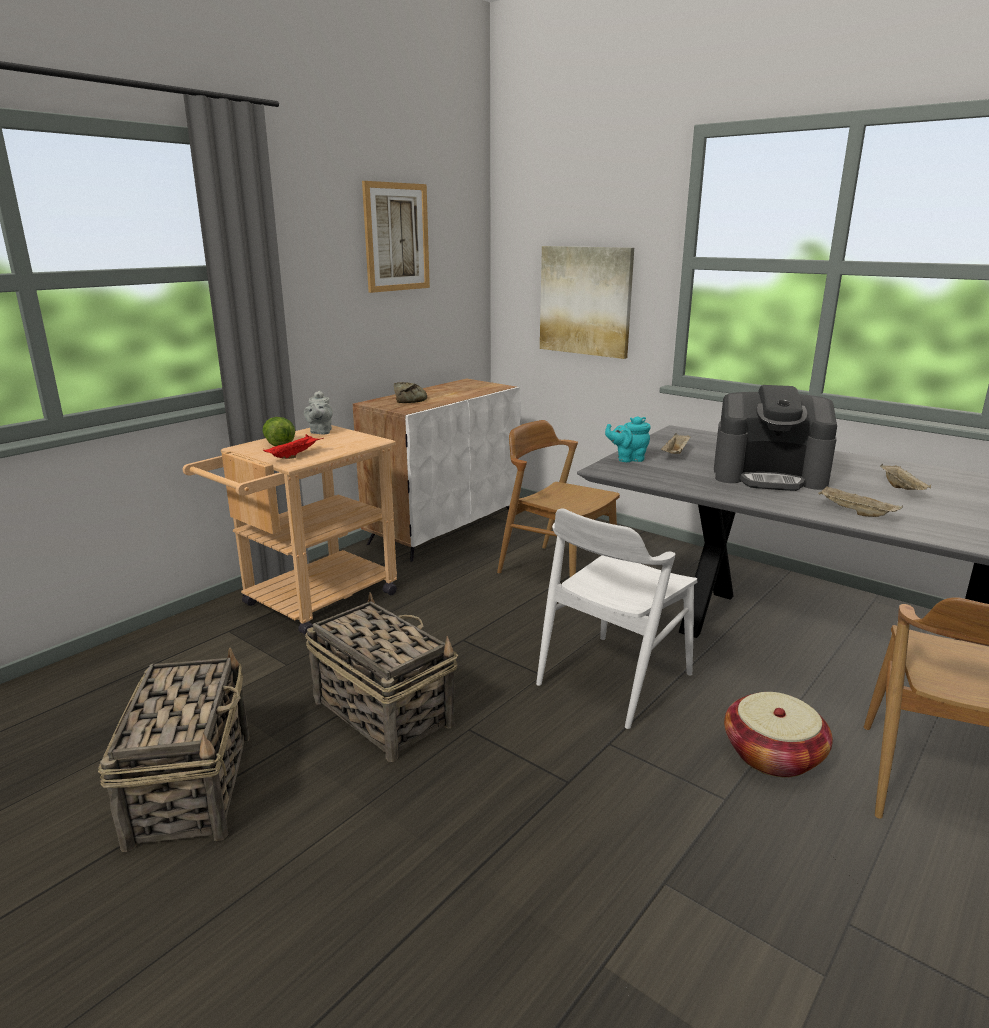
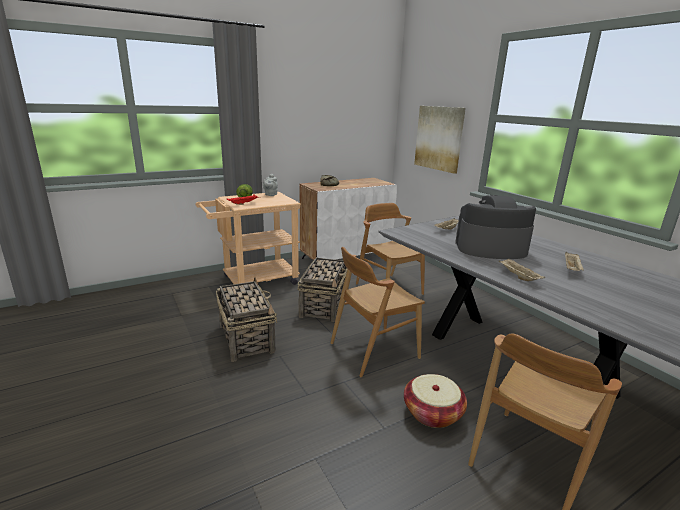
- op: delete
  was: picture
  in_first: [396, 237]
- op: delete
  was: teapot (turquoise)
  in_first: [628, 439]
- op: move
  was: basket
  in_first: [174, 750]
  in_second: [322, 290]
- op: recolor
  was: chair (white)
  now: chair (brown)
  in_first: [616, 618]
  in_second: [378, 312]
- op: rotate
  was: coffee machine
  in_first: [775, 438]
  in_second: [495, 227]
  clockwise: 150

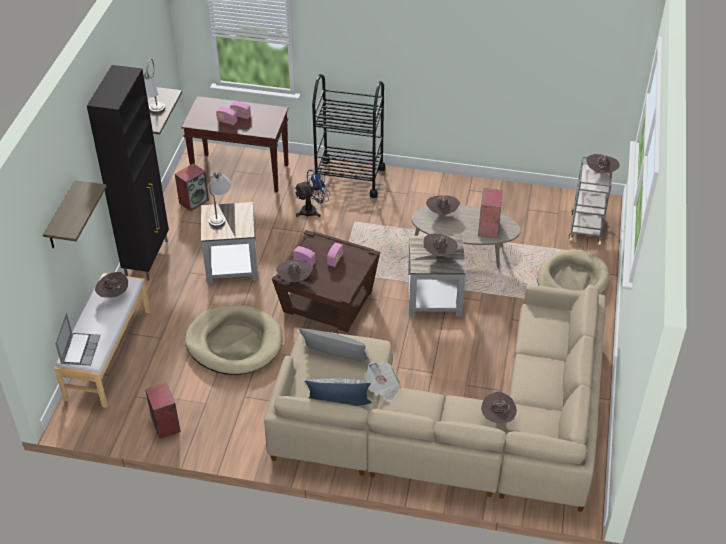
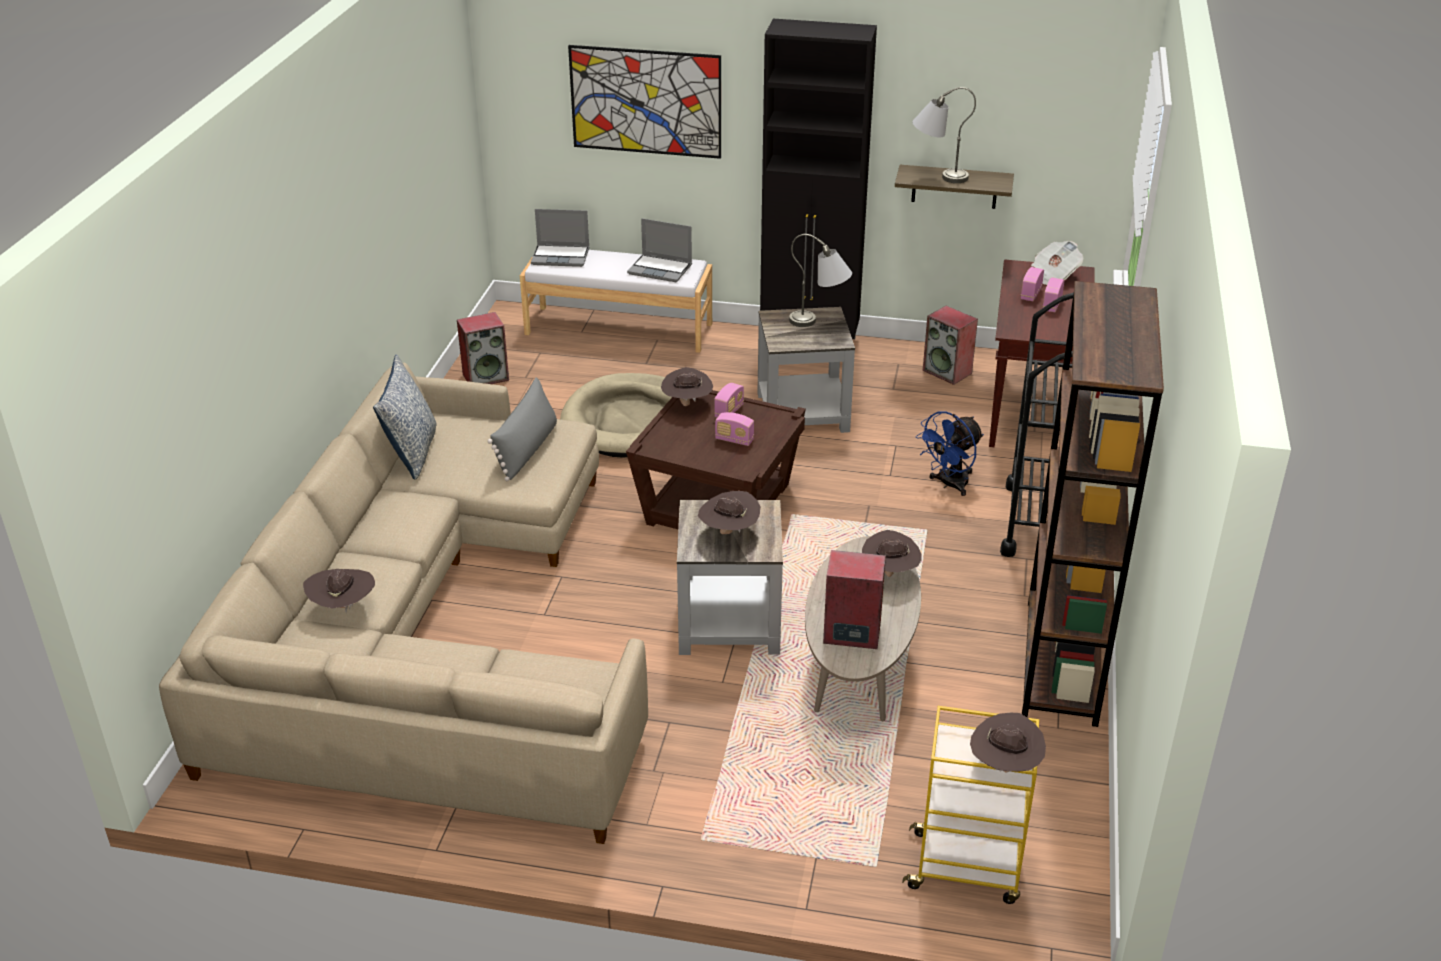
- op: delete
  was: dog bed (beige)
  in_first: [573, 272]
- op: insert
  now: bookcase (brown)
  in_second: [1093, 504]
- op: move
  was: newspaper
  in_first: [382, 381]
  in_second: [1057, 263]
- op: replace
  was: shelf
  now: picture
  in_first: [75, 214]
  in_second: [644, 102]
- op: replace
  was: hat (brown)
  now: laptop
  in_first: [111, 285]
  in_second: [659, 250]
- op: recolor
  was: cart (grey)
  now: cart (yellow)
  in_first: [590, 200]
  in_second: [970, 805]
- op: rotate
  was: fan (blue)
  in_first: [312, 192]
  in_second: [950, 453]
  clockwise: 75

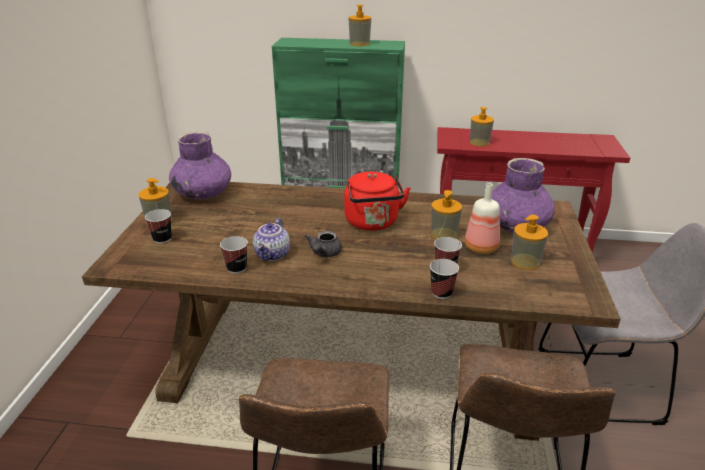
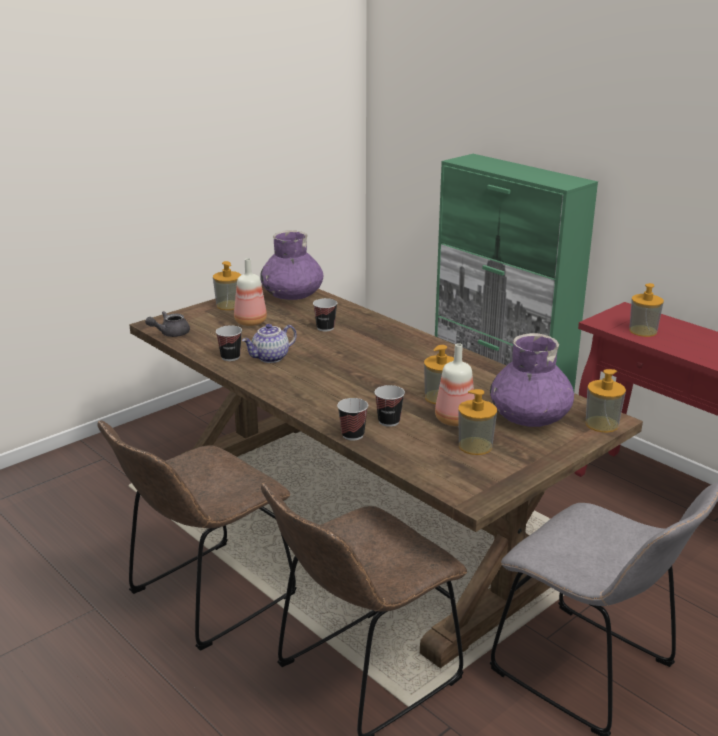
- op: delete
  was: kettle (red)
  in_first: [377, 201]
- op: insert
  now: bottle
  in_second: [250, 292]
- op: move
  was: cup
  in_first: [158, 226]
  in_second: [325, 314]
- op: move
  was: teapot (grey)
  in_first: [323, 244]
  in_second: [167, 324]
- op: move
  was: soap dispenser
  in_first: [359, 25]
  in_second: [606, 400]

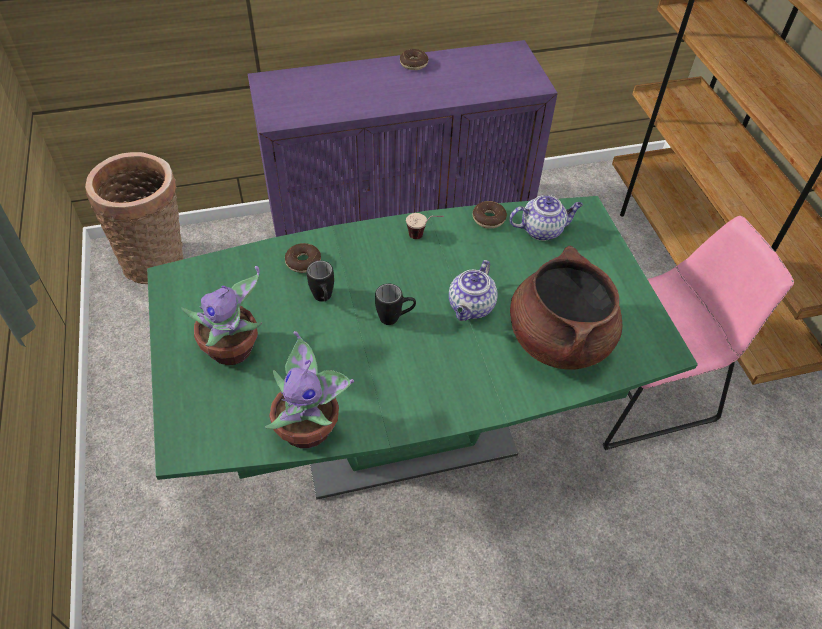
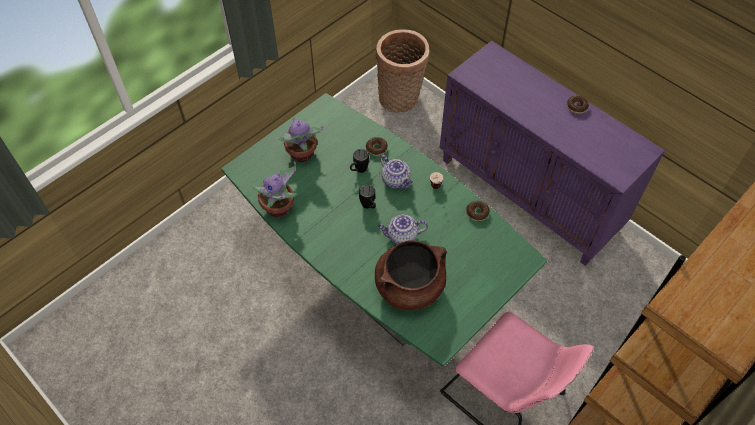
- op: move
  was: teapot
  in_first: [546, 218]
  in_second: [396, 172]

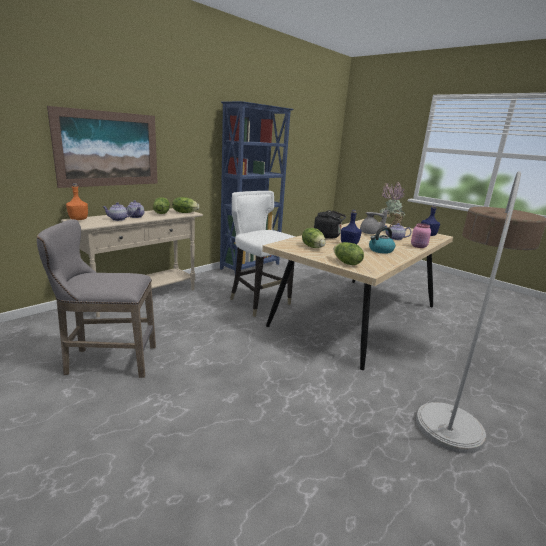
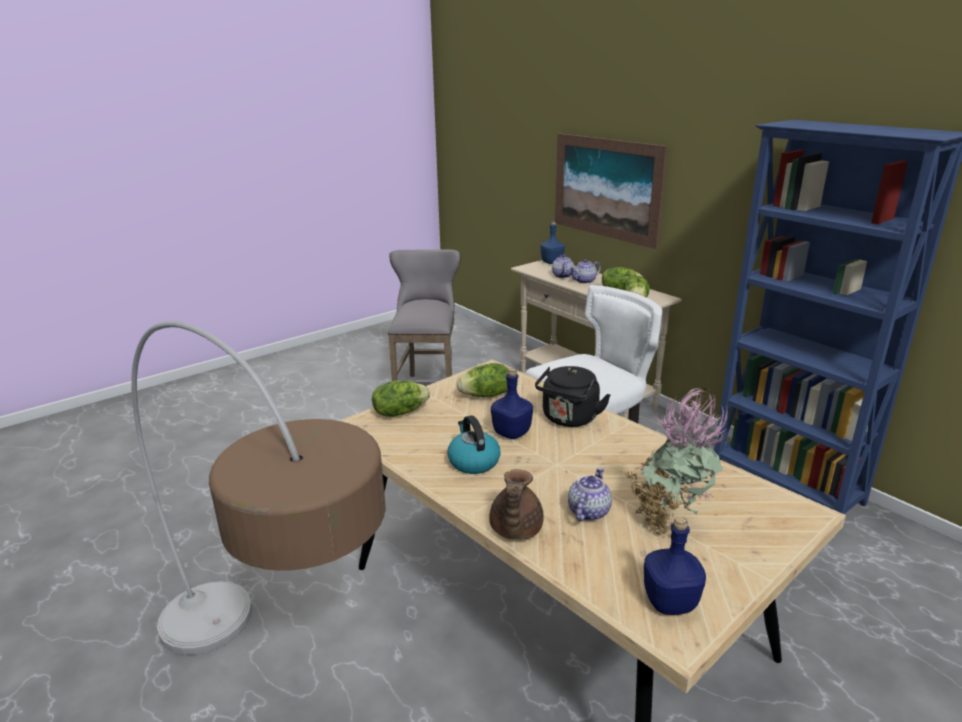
- op: delete
  was: teapot (grey)
  in_first: [374, 221]
- op: replace
  was: jar (pink)
  now: teapot (brown)
  in_first: [421, 235]
  in_second: [516, 504]
- op: recolor
  was: bottle (orange)
  now: bottle (blue)
  in_first: [77, 201]
  in_second: [552, 242]

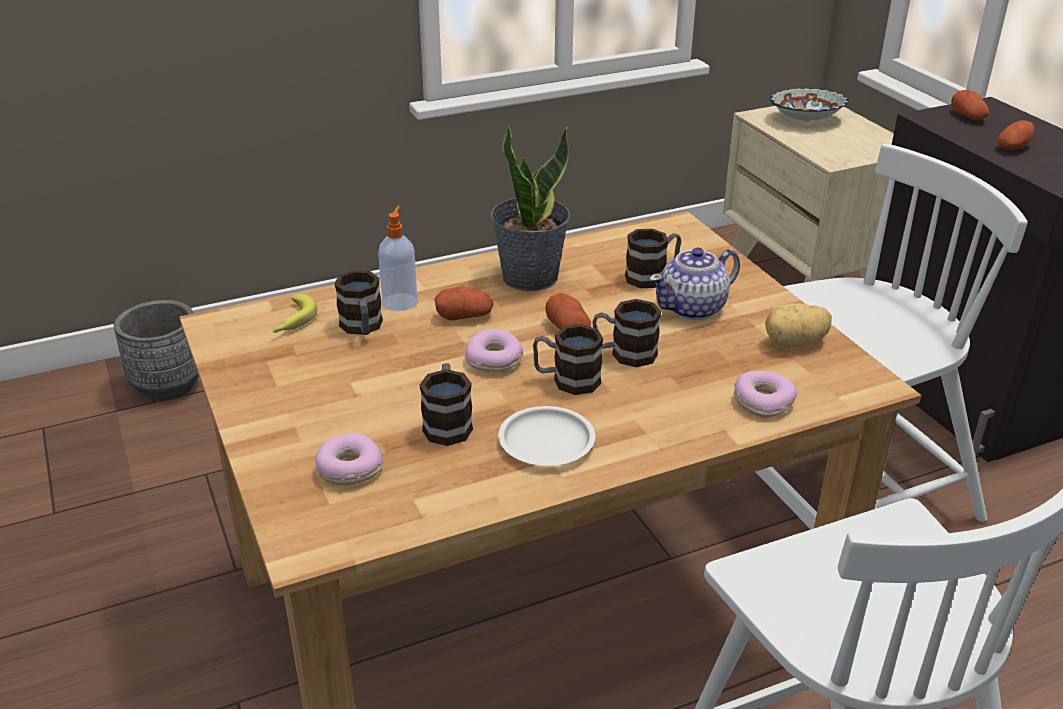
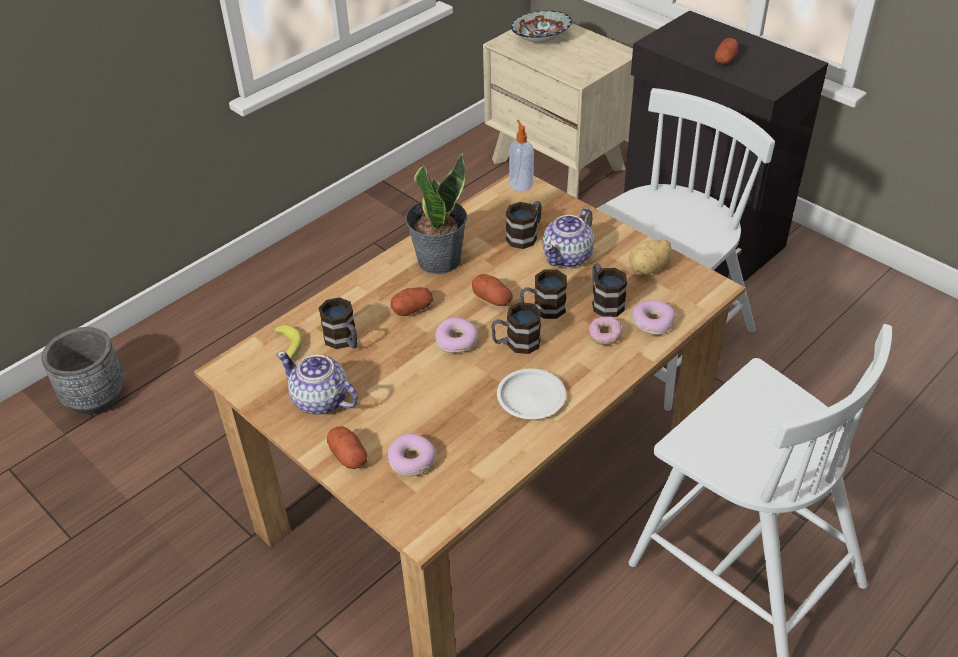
- op: insert
  now: teapot
  in_second: [317, 383]
- op: insert
  now: donut
  in_second: [605, 330]
- op: move
  was: soap dispenser
  in_first: [397, 258]
  in_second: [521, 155]
- op: move
  was: mug
  in_first: [446, 404]
  in_second: [610, 290]
- op: move
  was: potato
  in_first: [970, 105]
  in_second: [347, 447]

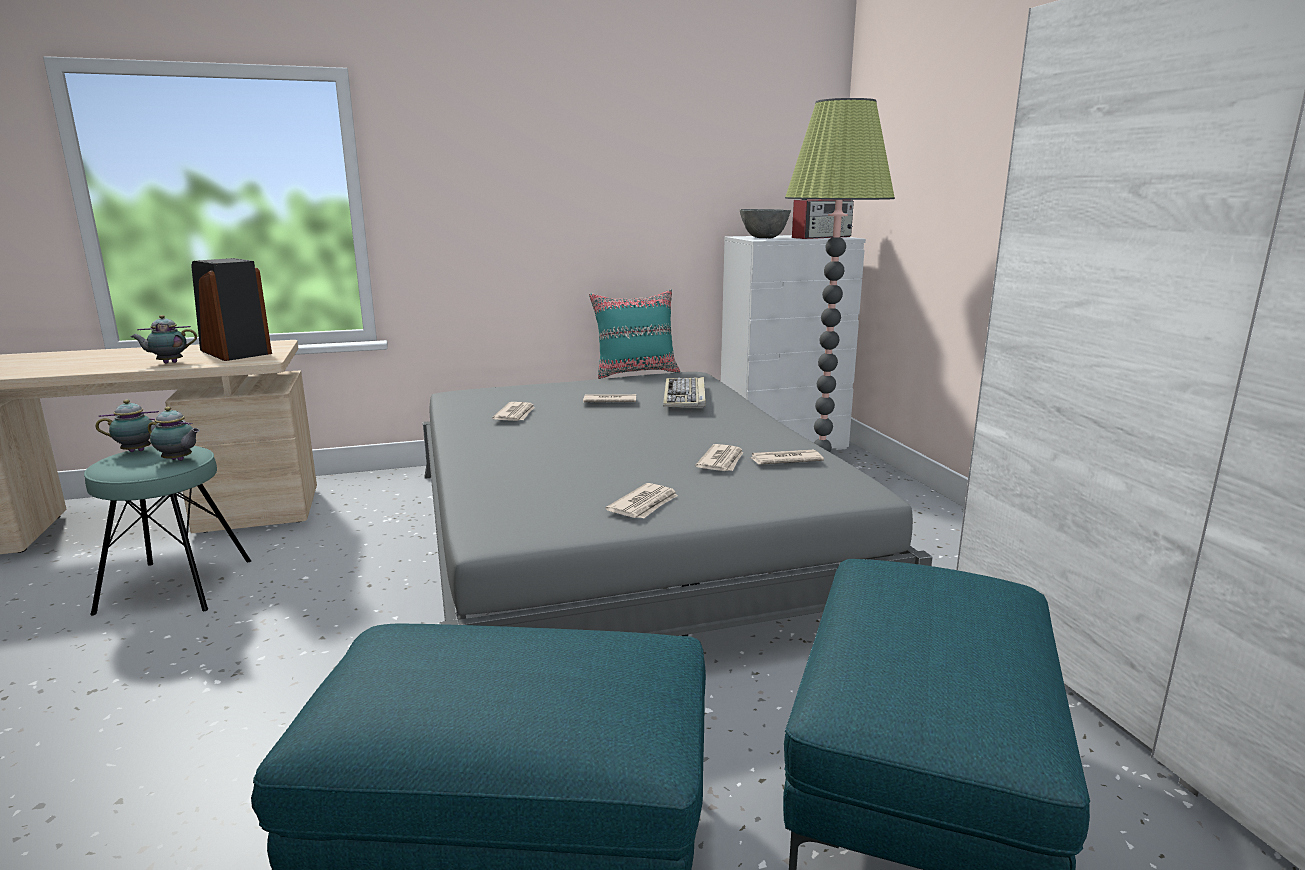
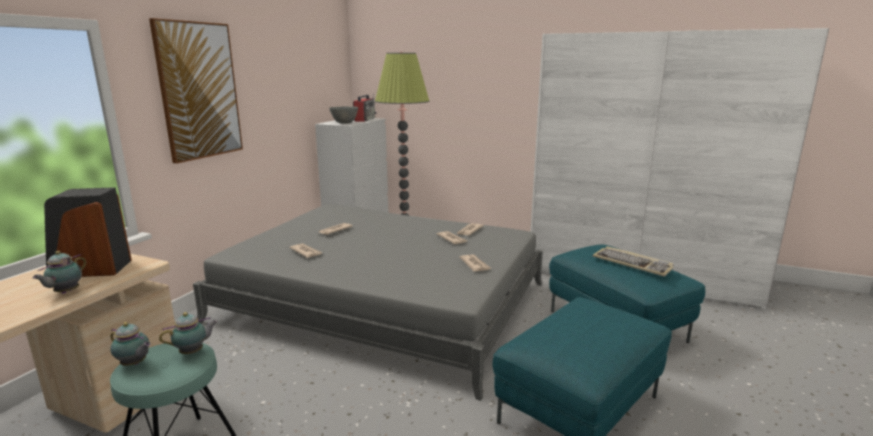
- op: delete
  was: pillow (turquoise)
  in_first: [634, 334]
- op: insert
  now: picture
  in_second: [196, 91]
- op: move
  was: keyboard
  in_first: [684, 392]
  in_second: [633, 261]
- op: rotate
  was: teapot
  in_first: [127, 425]
  in_second: [130, 344]
  clockwise: 90

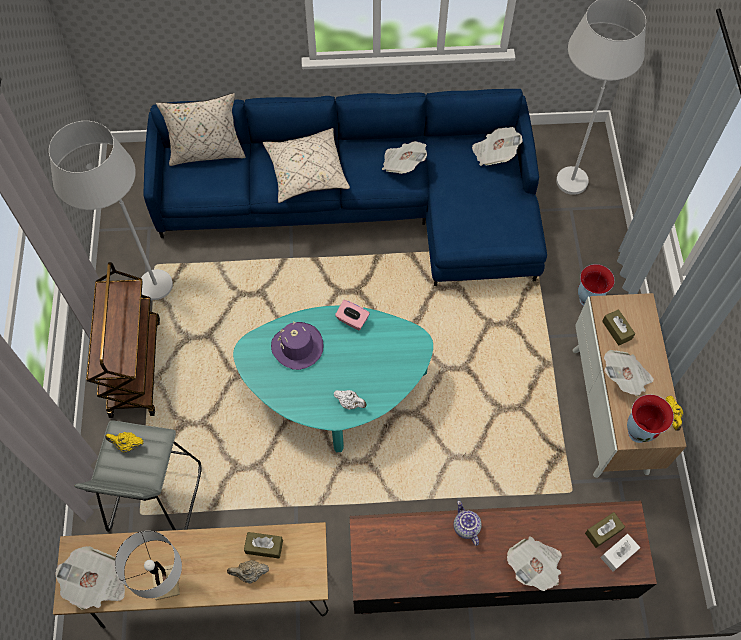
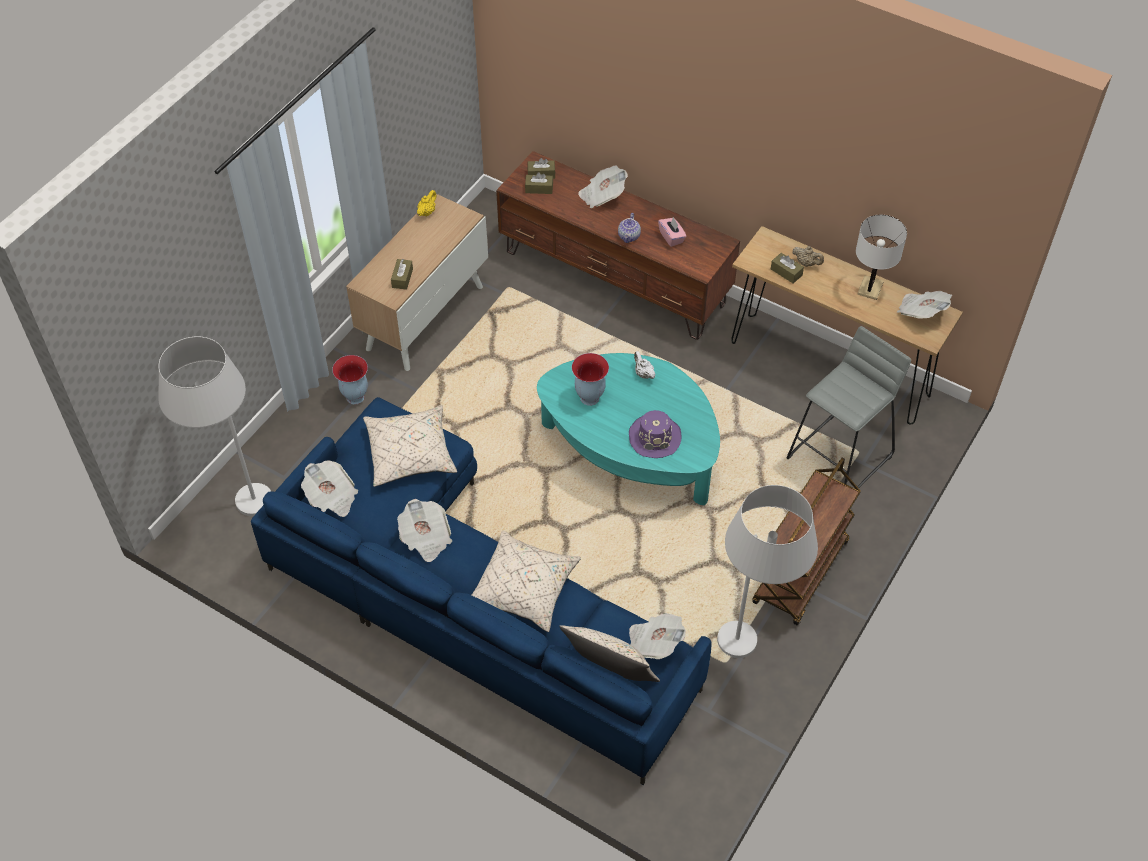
- op: delete
  was: teapot (yellow)
  in_first: [124, 442]
- op: insert
  now: pillow (beige)
  in_second: [410, 446]
- op: move
  was: tissue box (pink)
  in_first: [352, 315]
  in_second: [672, 232]
- op: move
  was: newspaper
  in_first: [629, 373]
  in_second: [657, 636]
- op: move
  was: vase
  in_first: [650, 418]
  in_second: [590, 379]
- op: recolor
  was: tissue box (white)
  now: tissue box (brown)
  in_first: [620, 553]
  in_second: [541, 168]

